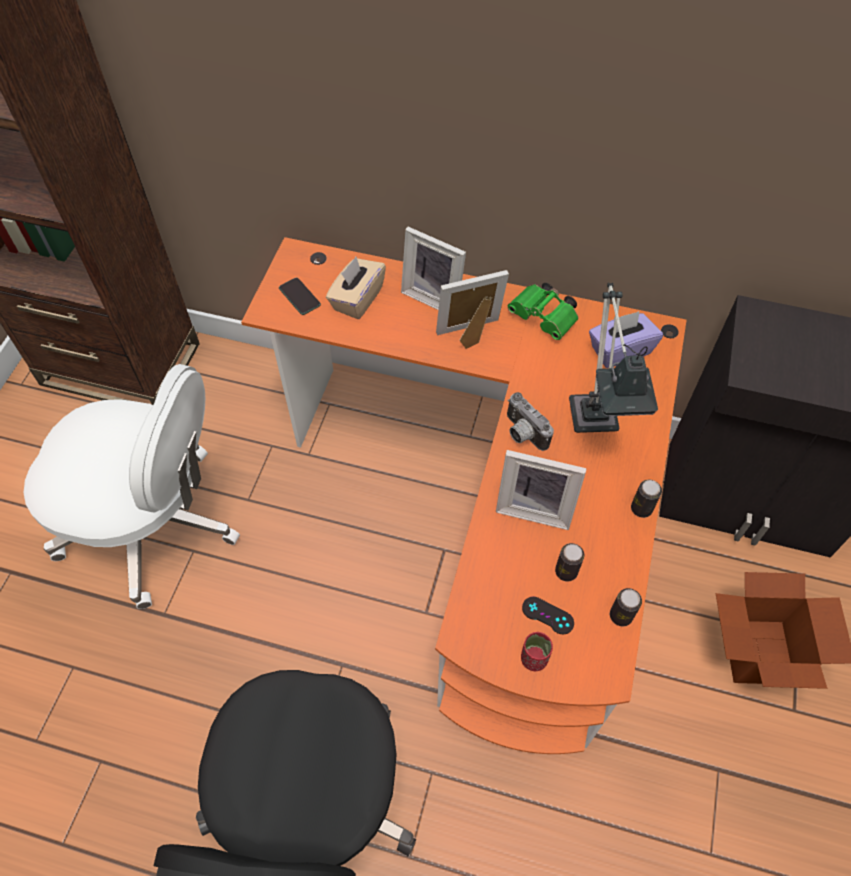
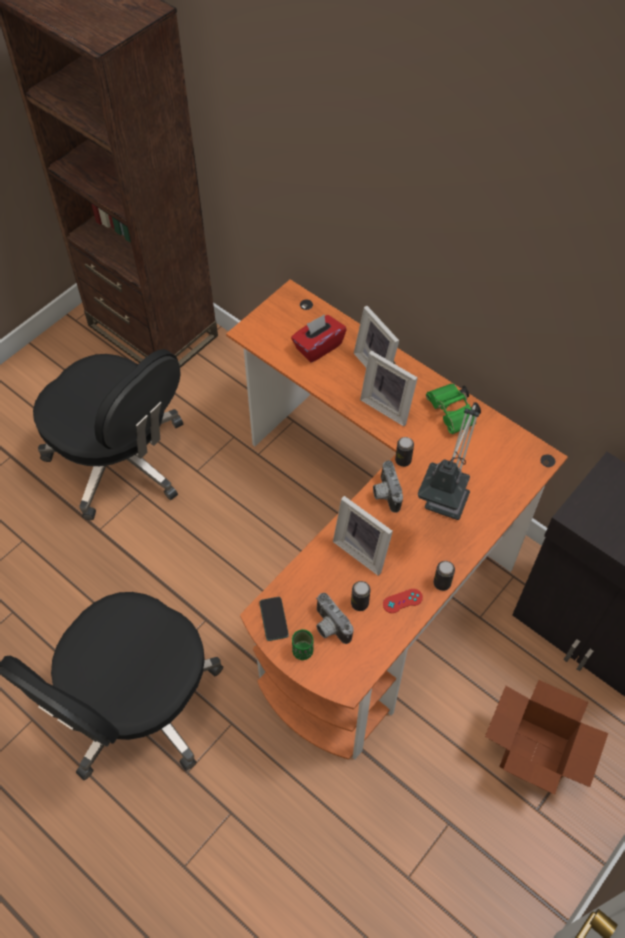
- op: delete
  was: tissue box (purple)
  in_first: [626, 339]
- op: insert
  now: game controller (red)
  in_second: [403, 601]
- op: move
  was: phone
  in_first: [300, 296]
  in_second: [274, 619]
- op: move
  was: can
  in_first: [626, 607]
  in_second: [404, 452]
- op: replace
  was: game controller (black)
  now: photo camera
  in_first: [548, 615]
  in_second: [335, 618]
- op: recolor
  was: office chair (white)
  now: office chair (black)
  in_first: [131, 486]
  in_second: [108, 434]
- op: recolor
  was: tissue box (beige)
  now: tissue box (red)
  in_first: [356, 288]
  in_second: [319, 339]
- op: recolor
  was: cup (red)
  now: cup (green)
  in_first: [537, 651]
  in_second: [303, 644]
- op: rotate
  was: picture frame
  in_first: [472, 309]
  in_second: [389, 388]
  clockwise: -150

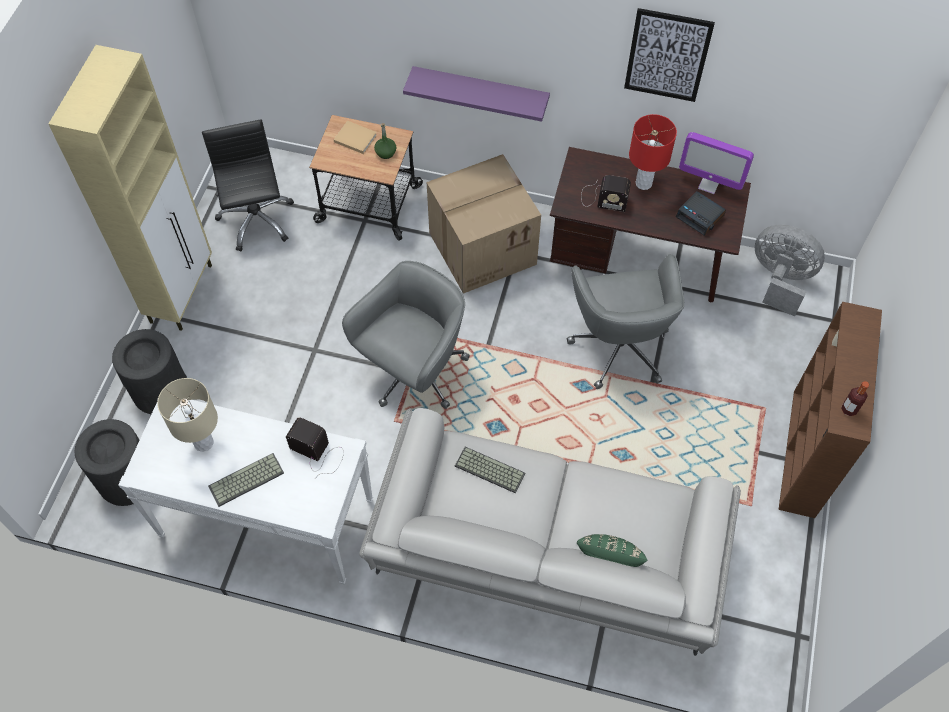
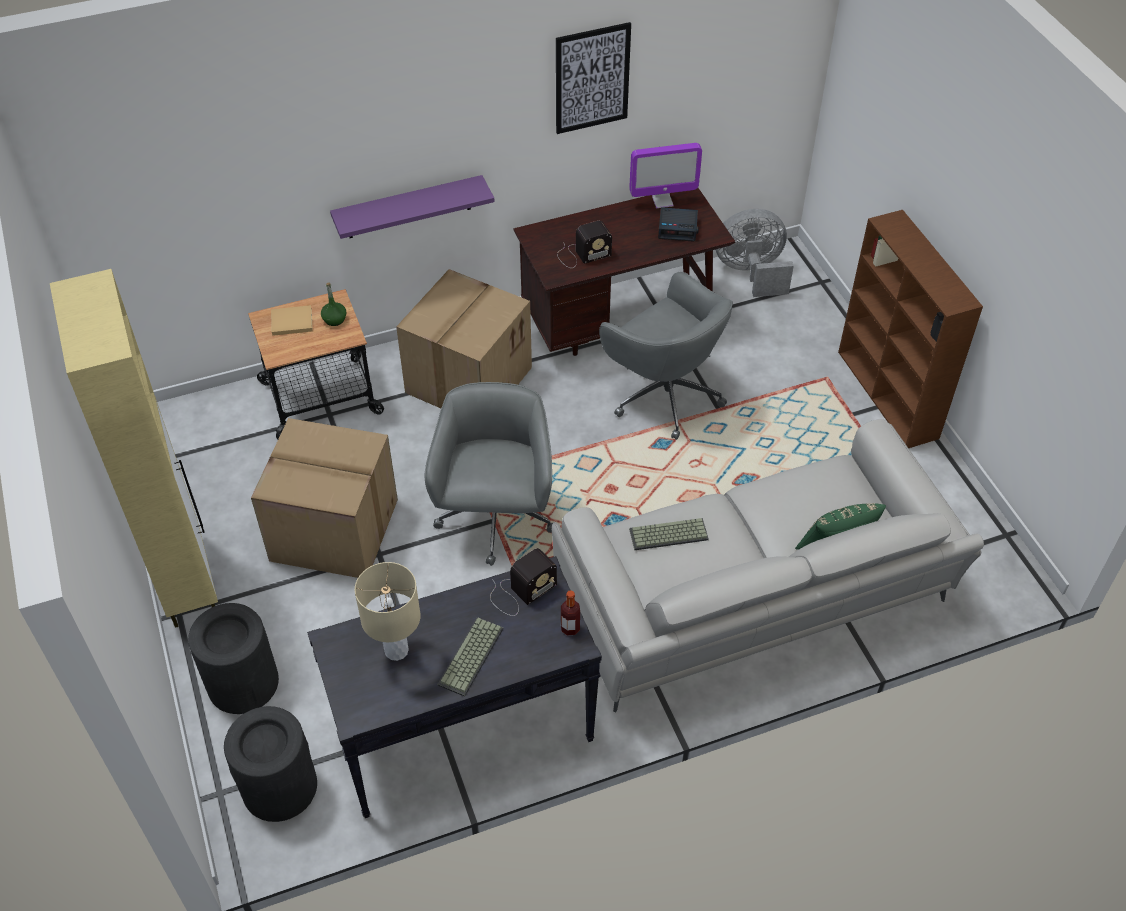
- op: delete
  was: office chair (black)
  in_first: [248, 186]
- op: delete
  was: table lamp (red)
  in_first: [653, 152]
- op: insert
  now: cardboard box
  in_second: [324, 498]
- op: move
  was: bottle
  in_first: [855, 398]
  in_second: [570, 613]
- op: recolor
  was: console table (white)
  now: console table (black)
  in_first: [245, 492]
  in_second: [454, 687]
- op: rotate
  was: radio
  in_first: [315, 447]
  in_second: [523, 582]
  clockwise: 150

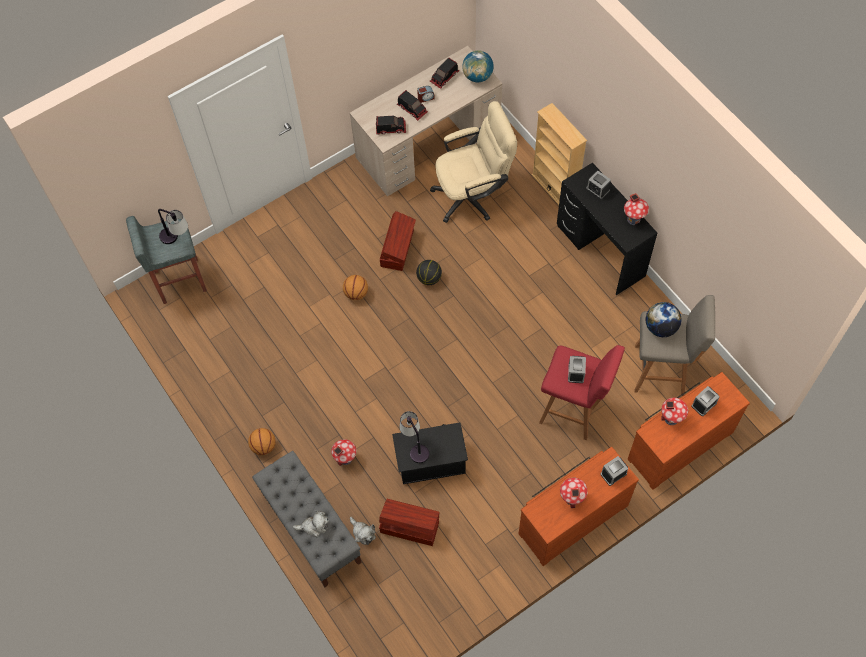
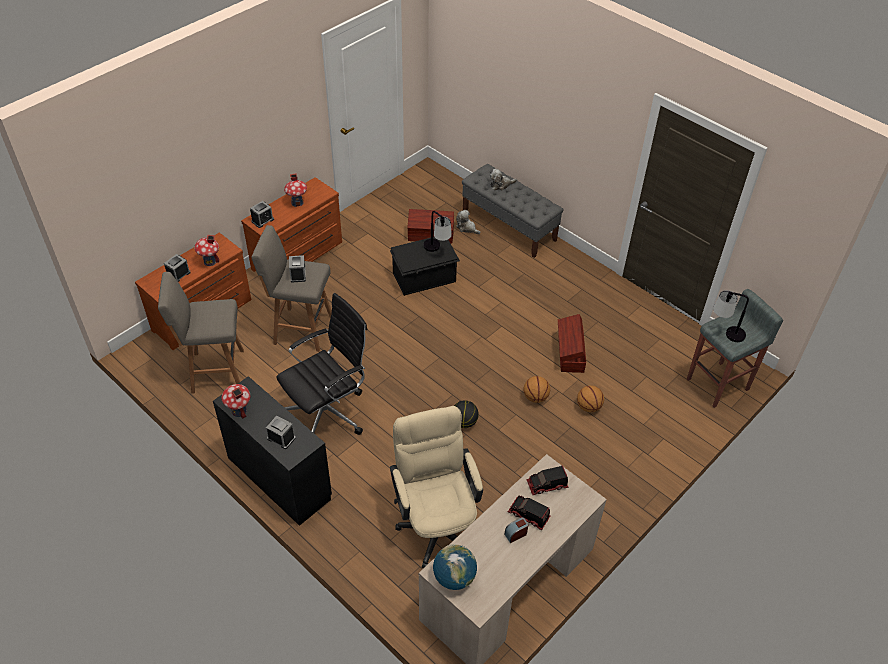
- op: delete
  was: toy house
  in_first: [344, 452]
- op: delete
  was: toy truck
  in_first: [444, 73]
- op: delete
  was: bookcase (beige)
  in_first: [559, 154]
- op: delete
  was: globe
  in_first: [664, 319]
- op: insert
  now: office chair (black)
  in_second: [322, 364]
- op: move
  was: basketball
  in_first: [262, 441]
  in_second: [590, 398]
- op: move
  was: storage box (brown)
  in_first: [398, 241]
  in_second: [572, 343]
- op: recolor
  was: stool (red)
  now: stool (grey)
  in_first: [582, 392]
  in_second: [291, 288]
- op: rotate
  was: office chair (beige)
  in_first: [473, 162]
  in_second: [436, 487]
  clockwise: 105

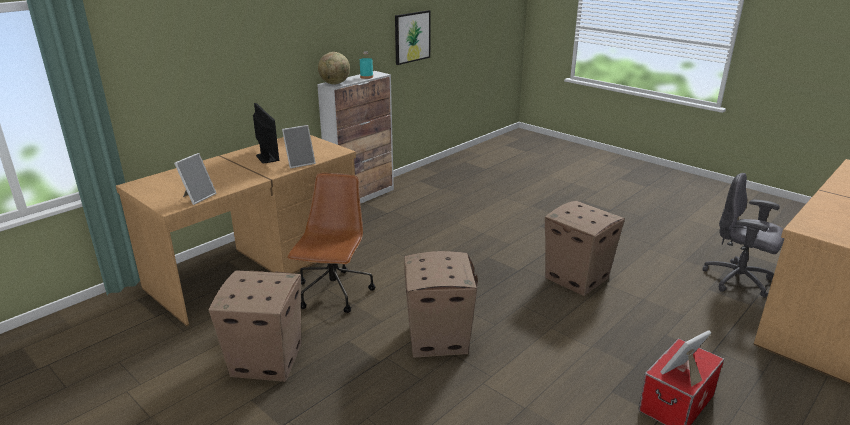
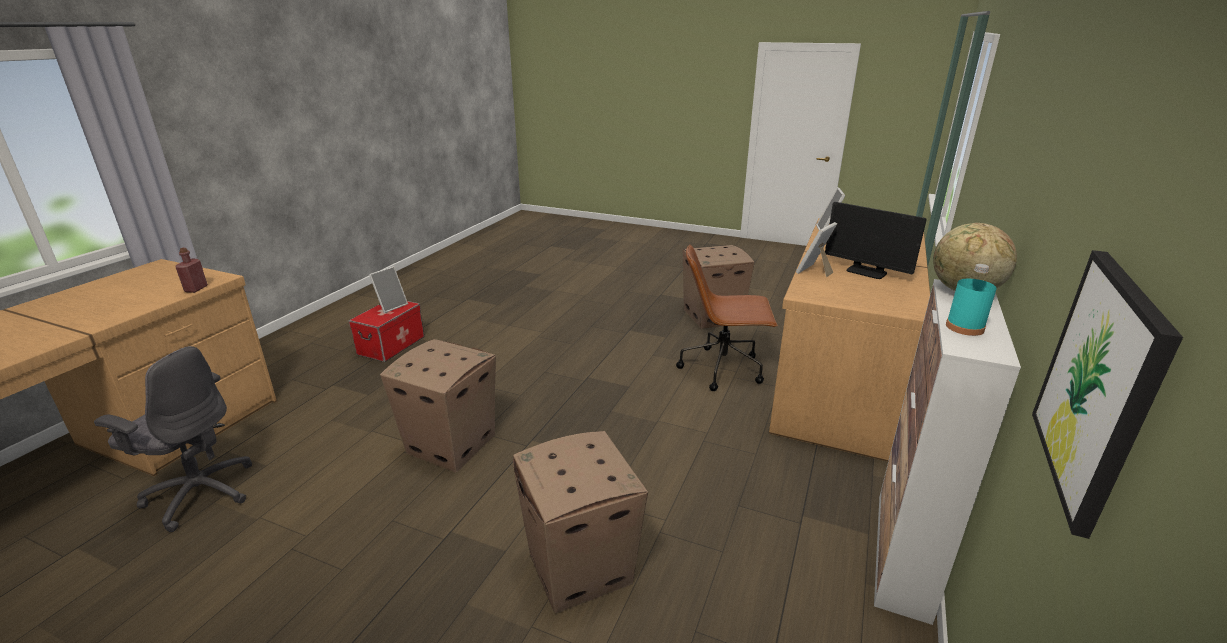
- op: insert
  now: bottle (red)
  in_second: [191, 270]
- op: move
  was: cardboard box
  in_first: [441, 304]
  in_second: [580, 522]
- op: rotate
  was: office chair (brown)
  in_first: [331, 243]
  in_second: [727, 317]
  clockwise: 105

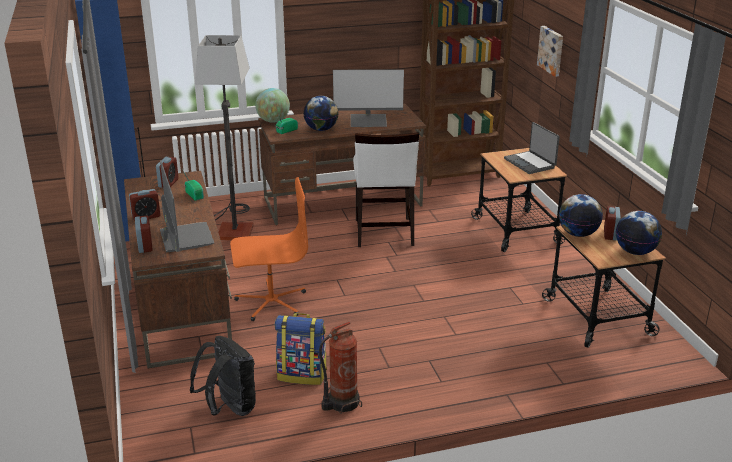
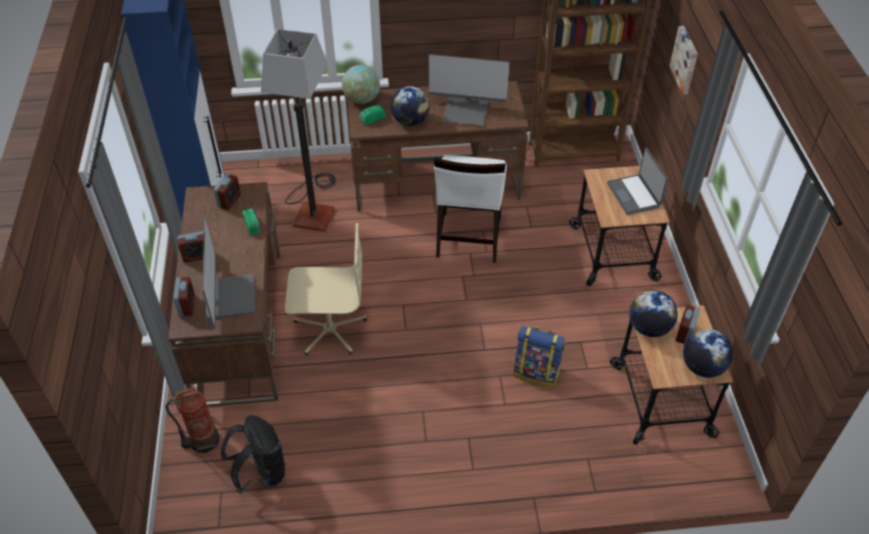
- op: move
  was: backpack
  in_first: [301, 349]
  in_second: [539, 357]
- op: move
  was: fire extinguisher
  in_first: [340, 368]
  in_second: [192, 421]
- op: recolor
  was: office chair (orange)
  now: office chair (beige)
  in_first: [269, 249]
  in_second: [326, 289]

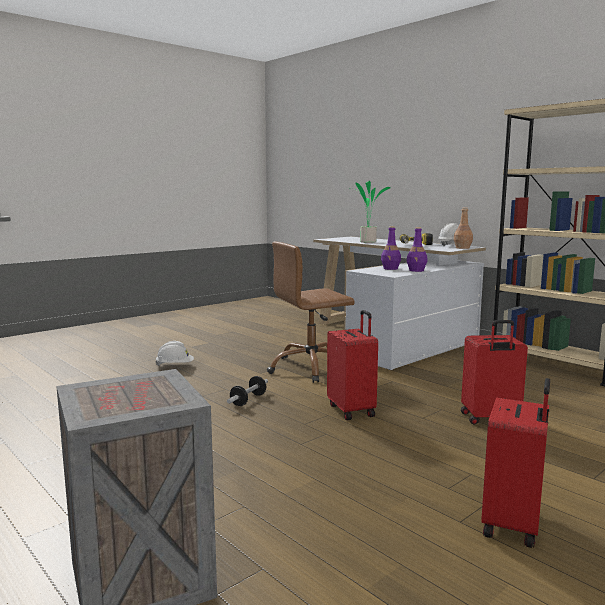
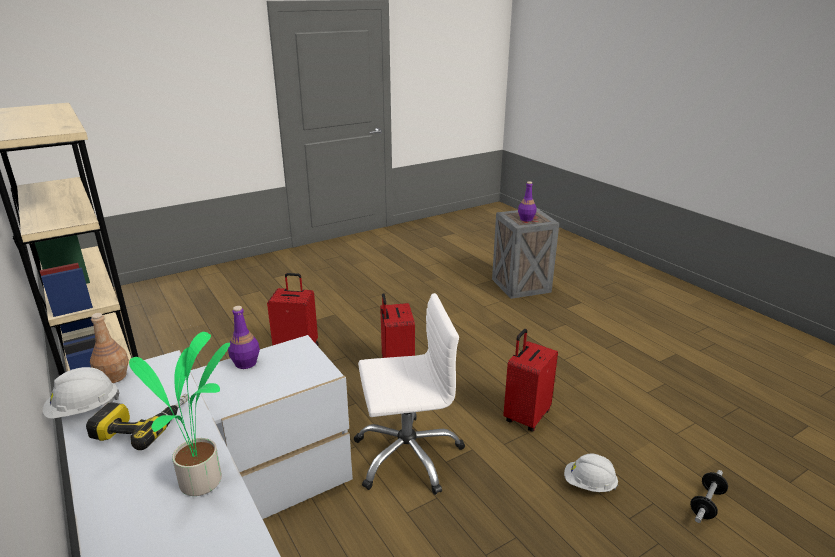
- op: move
  was: dumbbell
  in_first: [247, 391]
  in_second: [709, 496]
- op: move
  was: bottle (purple)
  in_first: [391, 248]
  in_second: [527, 201]
- op: move
  was: suitcase (red)
  in_first: [515, 463]
  in_second: [530, 380]
- op: recolor
  was: office chair (brown)
  now: office chair (white)
  in_first: [311, 312]
  in_second: [409, 394]

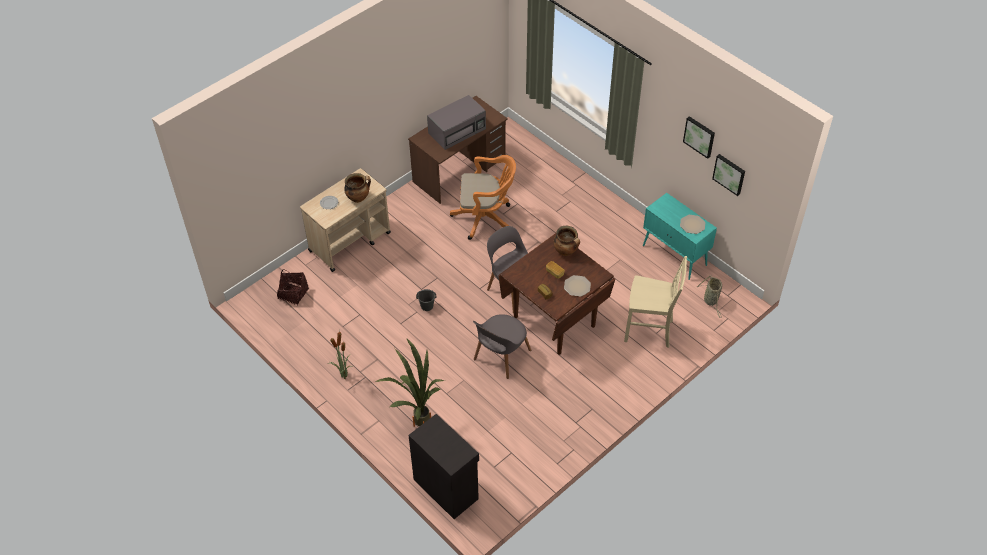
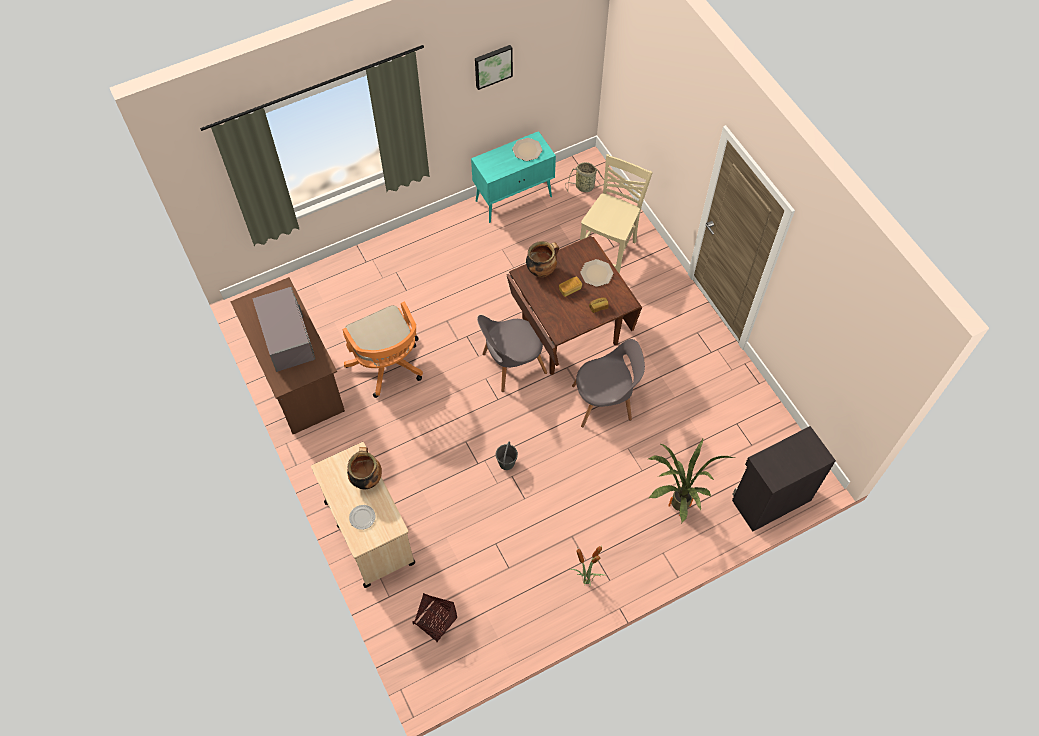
- op: delete
  was: picture
  in_first: [728, 175]
- op: rotate
  was: office chair (orange)
  in_first: [483, 197]
  in_second: [382, 350]
  clockwise: 135
- op: rotate
  was: chair (grey)
  in_first: [502, 346]
  in_second: [608, 383]
  clockwise: -60

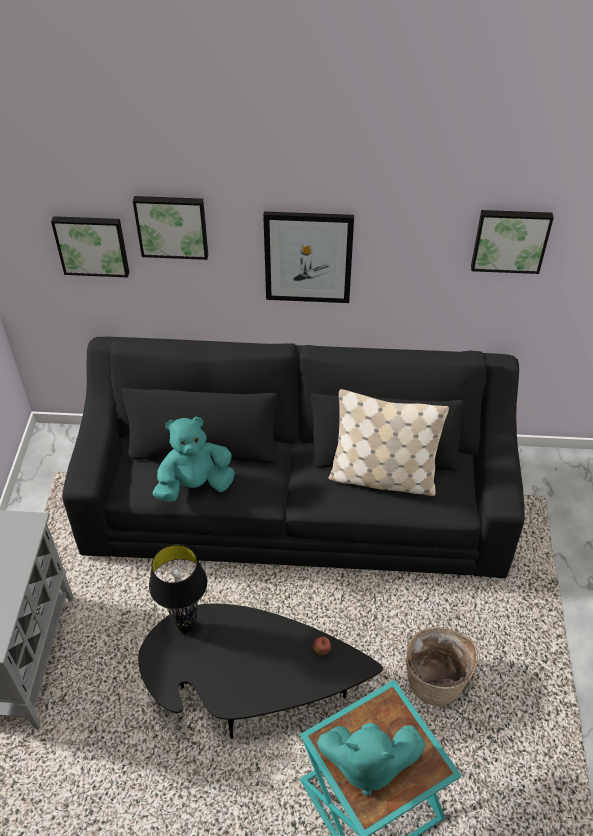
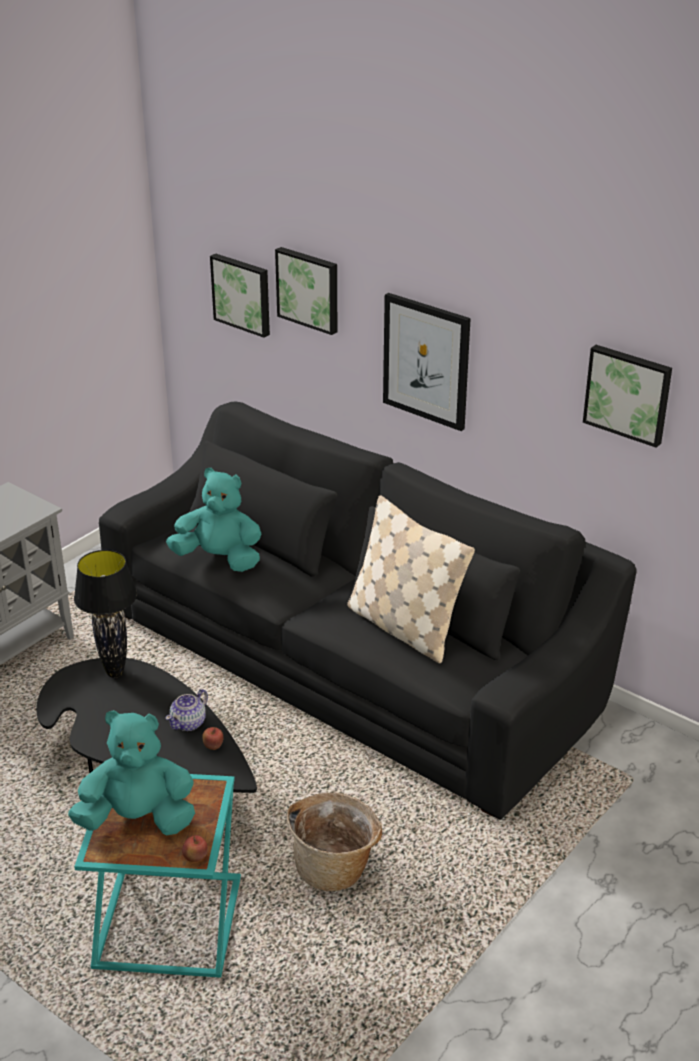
- op: insert
  now: teapot
  in_second: [187, 710]
- op: insert
  now: apple
  in_second: [195, 848]
- op: rotate
  was: plush toy (turquoise)
  in_first: [371, 759]
  in_second: [131, 772]
  clockwise: 135

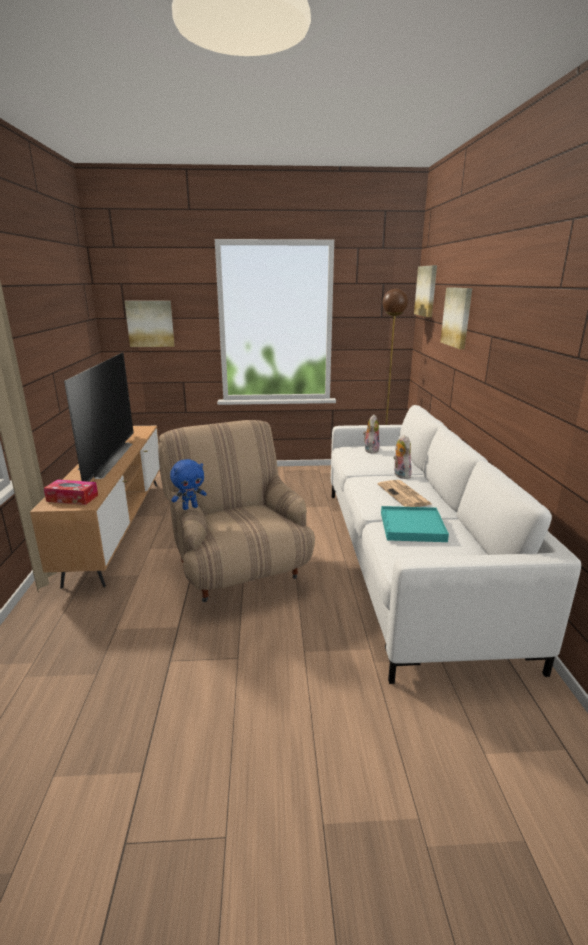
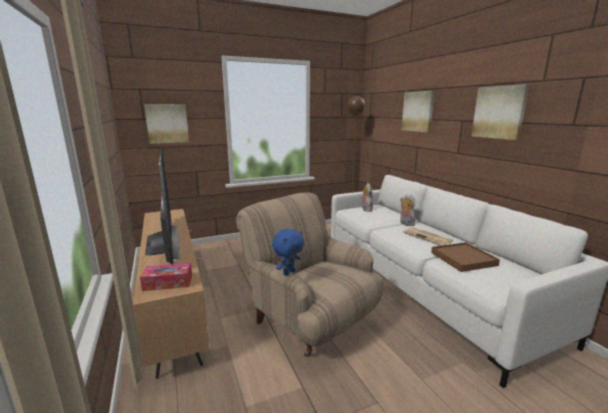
- op: move
  was: picture
  in_first: [425, 291]
  in_second: [500, 112]
- op: recolor
  was: tray (turquoise)
  now: tray (brown)
  in_first: [415, 524]
  in_second: [465, 257]

